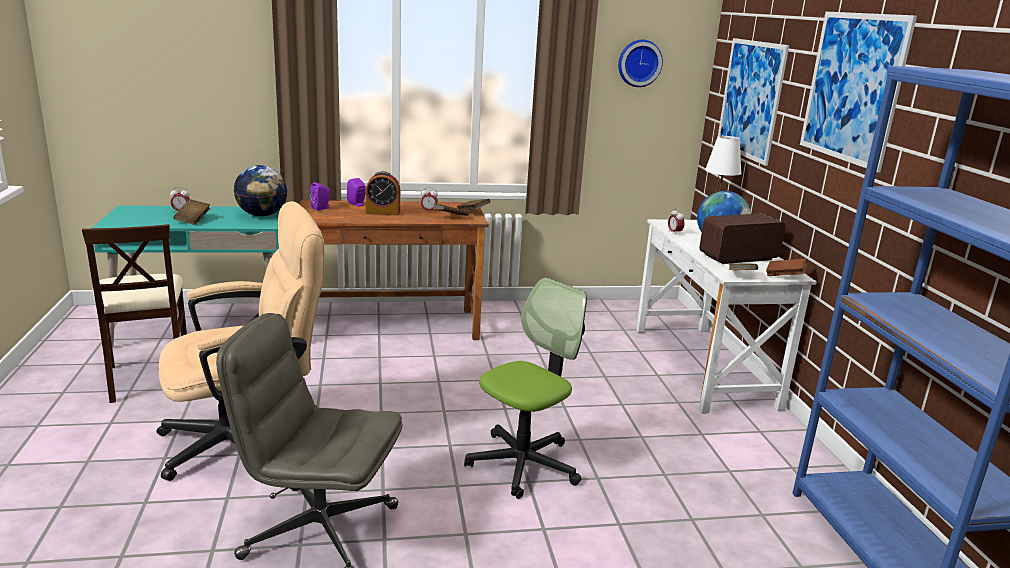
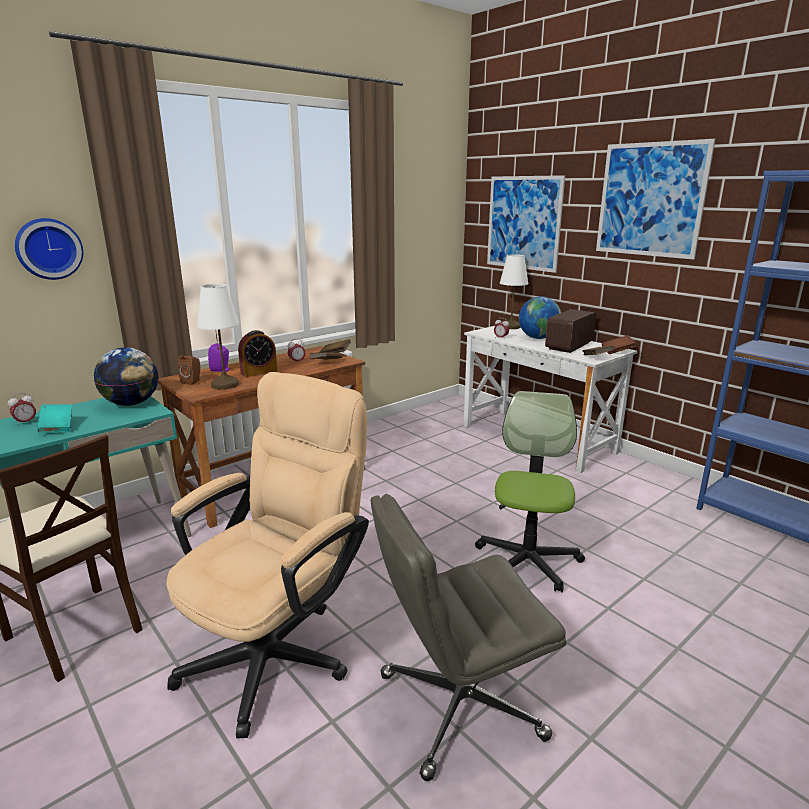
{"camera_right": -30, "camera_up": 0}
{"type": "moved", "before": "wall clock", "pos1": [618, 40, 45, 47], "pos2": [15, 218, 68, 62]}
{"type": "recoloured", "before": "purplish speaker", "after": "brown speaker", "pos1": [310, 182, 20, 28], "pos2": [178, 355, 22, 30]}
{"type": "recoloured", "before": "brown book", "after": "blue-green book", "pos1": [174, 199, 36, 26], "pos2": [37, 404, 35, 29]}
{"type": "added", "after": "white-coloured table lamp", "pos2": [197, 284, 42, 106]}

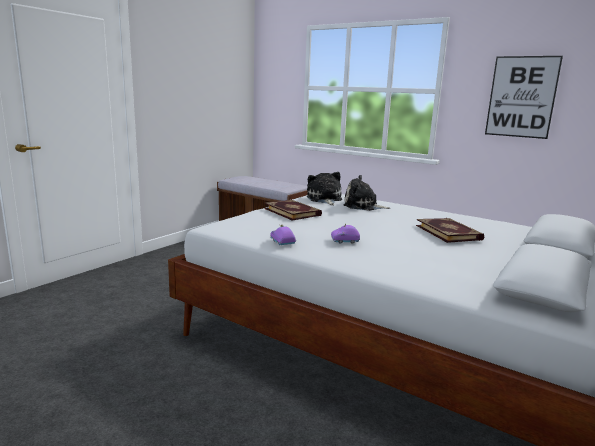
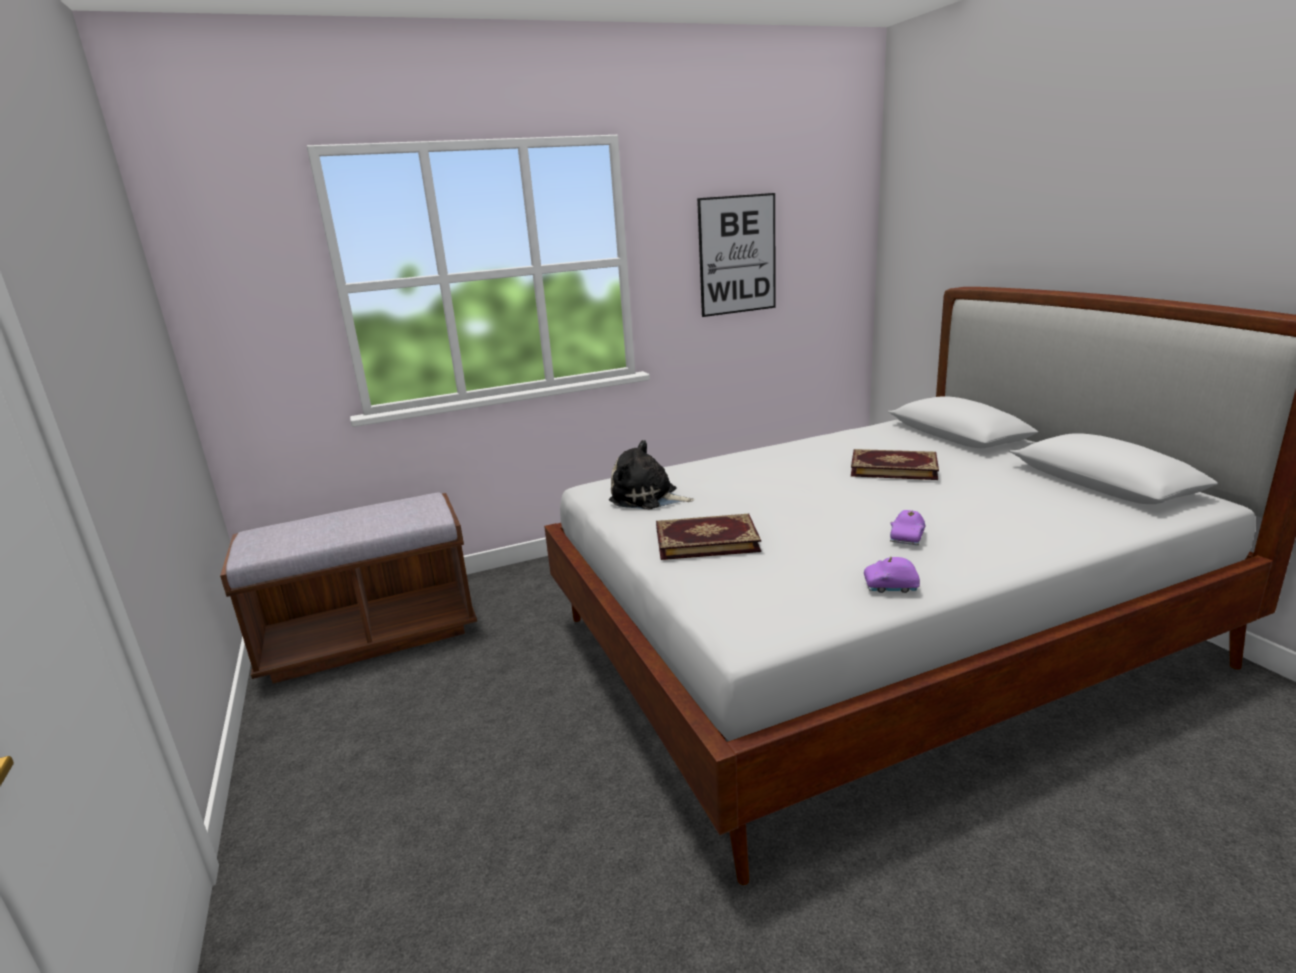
{"camera_right": -55, "camera_up": 5}
{"type": "removed", "before": "plush toy", "pos1": [344, 175, 46, 36]}

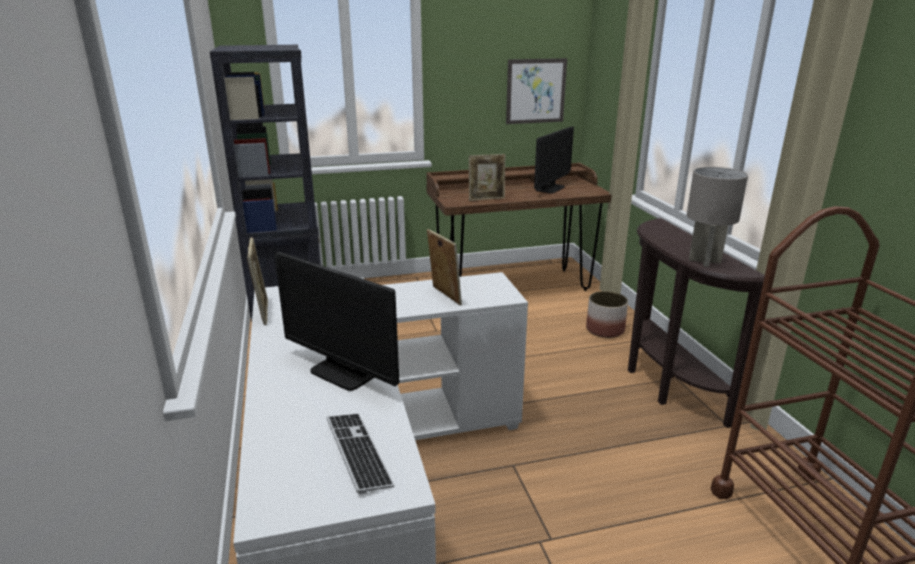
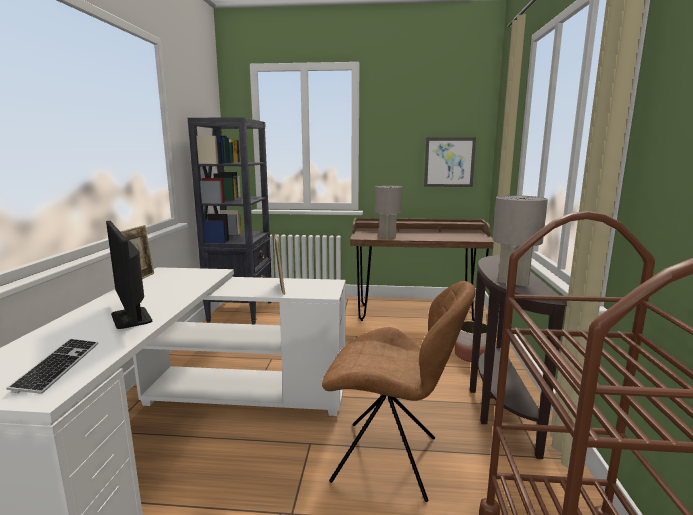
{"camera_right": 20, "camera_up": -10}
{"type": "removed", "before": "monitor", "pos1": [534, 126, 40, 67]}
{"type": "replaced", "before": "standing frame", "after": "greyish table lamp", "pos1": [469, 154, 37, 47], "pos2": [375, 185, 28, 54]}
{"type": "added", "after": "brown upright chair", "pos2": [322, 281, 154, 221]}

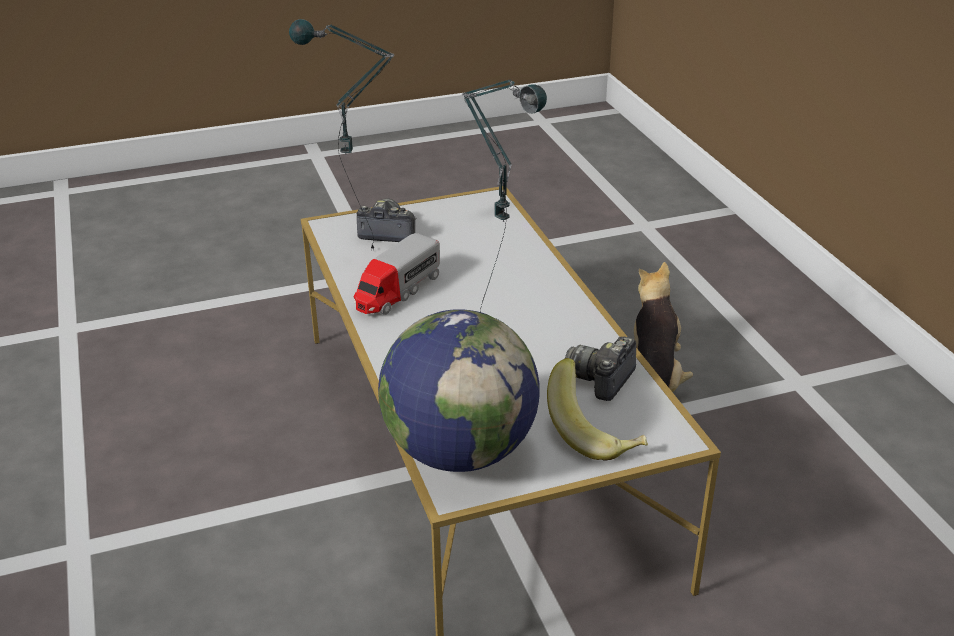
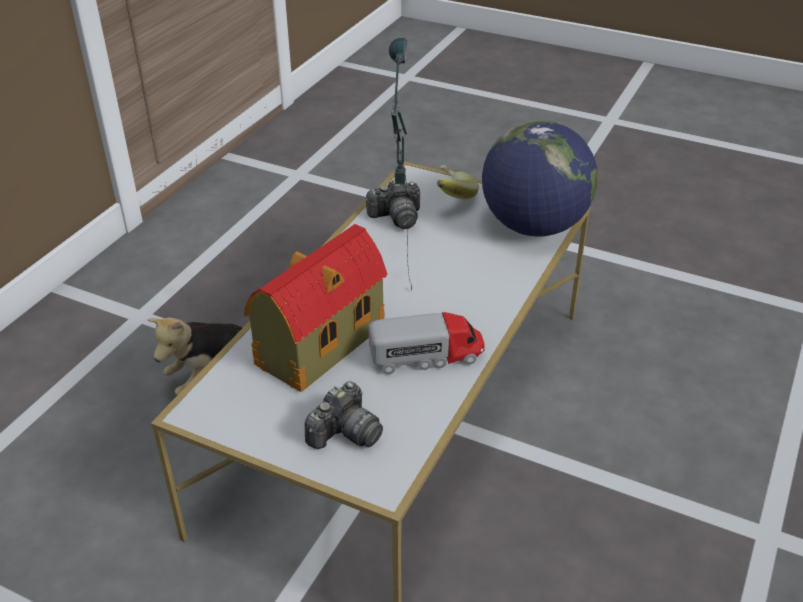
{"camera_right": -135, "camera_up": 5}
{"type": "removed", "before": "table lamp", "pos1": [289, 19, 105, 229]}
{"type": "turned", "before": "still camera", "pos1": [357, 198, 60, 44], "pos2": [305, 382, 78, 67], "turn": -105}
{"type": "added", "after": "model house", "pos2": [244, 224, 143, 168]}

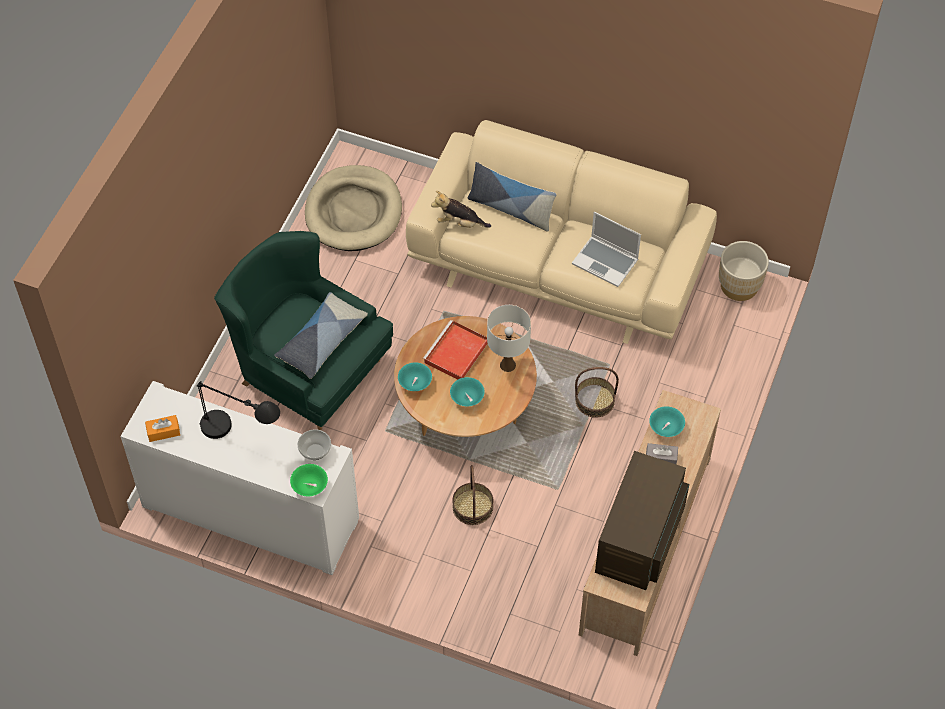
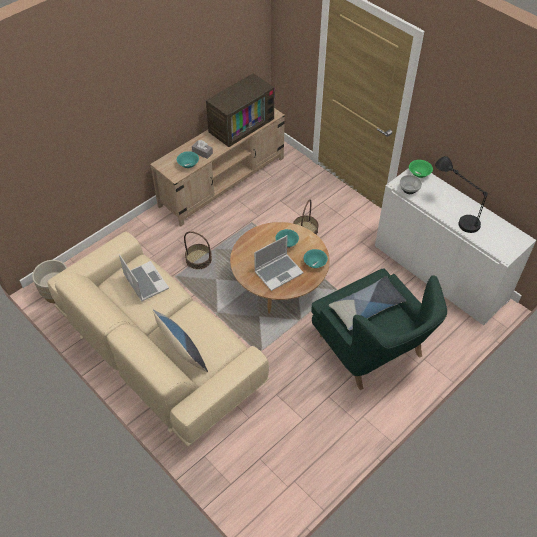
{"camera_right": -155, "camera_up": -5}
{"type": "removed", "before": "beige dog bed", "pos1": [305, 165, 97, 86]}
{"type": "removed", "before": "plush toy", "pos1": [431, 191, 60, 37]}
{"type": "removed", "before": "white-coloured table lamp", "pos1": [487, 305, 44, 67]}
{"type": "replaced", "before": "red-coloured serving tray", "after": "laptop", "pos1": [423, 320, 65, 59], "pos2": [254, 235, 50, 56]}
{"type": "removed", "before": "orange-coloured tissue box", "pos1": [145, 415, 35, 27]}

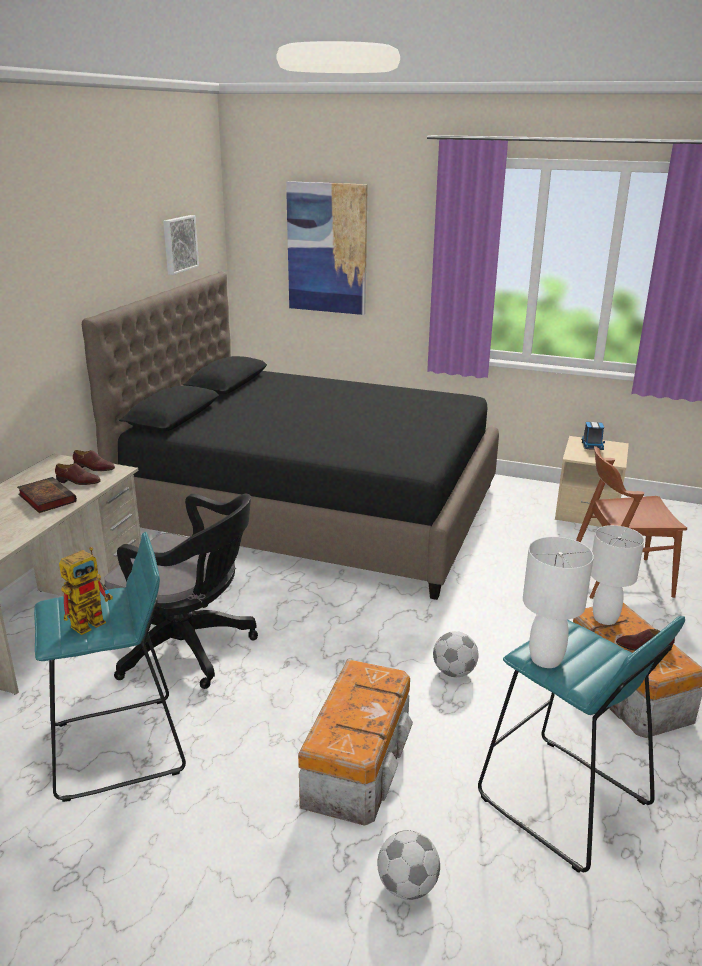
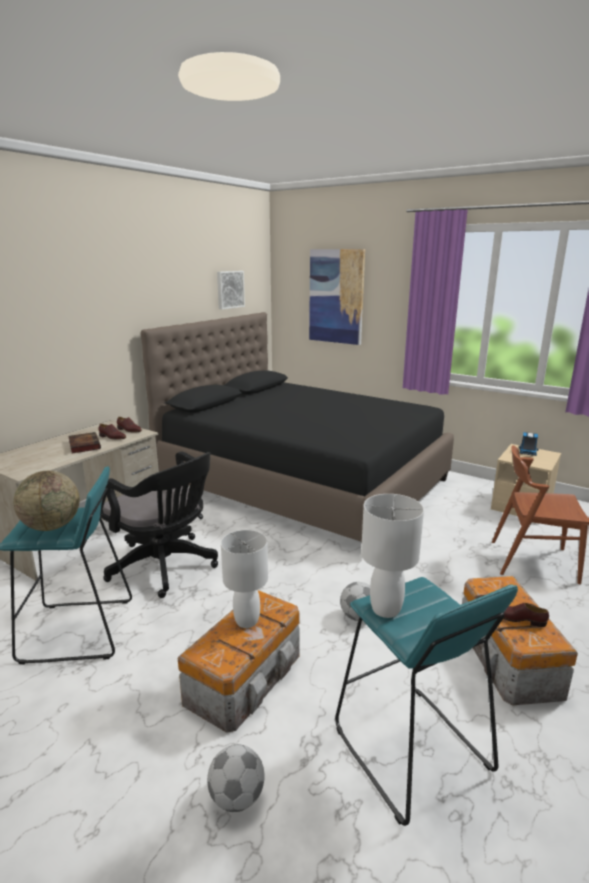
{"camera_right": 15, "camera_up": -5}
{"type": "moved", "before": "white-coloured table lamp", "pos1": [591, 525, 53, 100], "pos2": [221, 530, 47, 98]}
{"type": "replaced", "before": "robot figure", "after": "globe", "pos1": [59, 547, 54, 88], "pos2": [13, 471, 67, 60]}

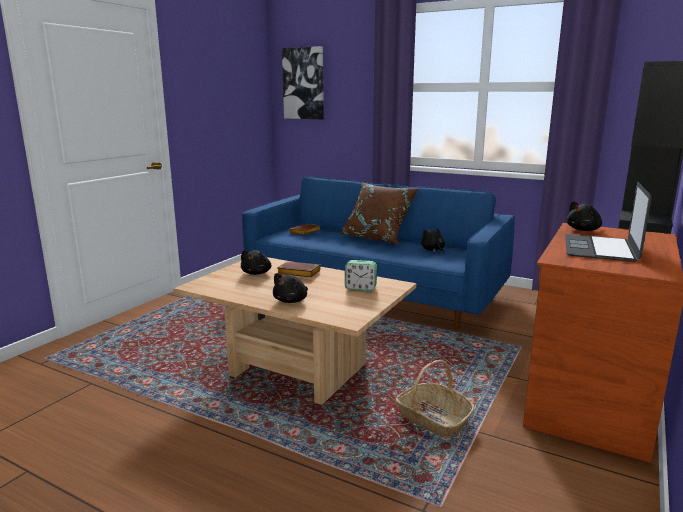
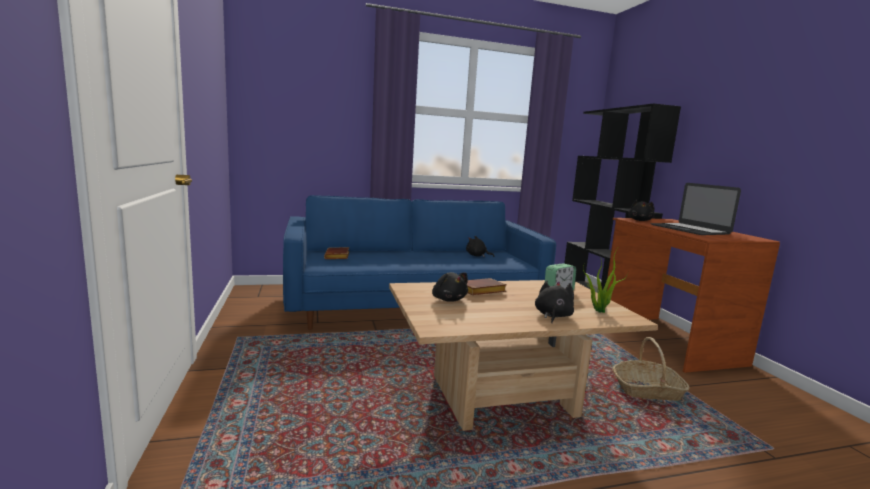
{"camera_right": -45, "camera_up": -5}
{"type": "removed", "before": "wall picture", "pos1": [282, 46, 42, 73]}
{"type": "removed", "before": "brown throw pillow", "pos1": [339, 182, 80, 62]}
{"type": "turned", "before": "blackish plush toy", "pos1": [273, 273, 35, 30], "pos2": [535, 280, 39, 43], "turn": -150}
{"type": "added", "after": "plant in a pot", "pos2": [583, 248, 45, 65]}

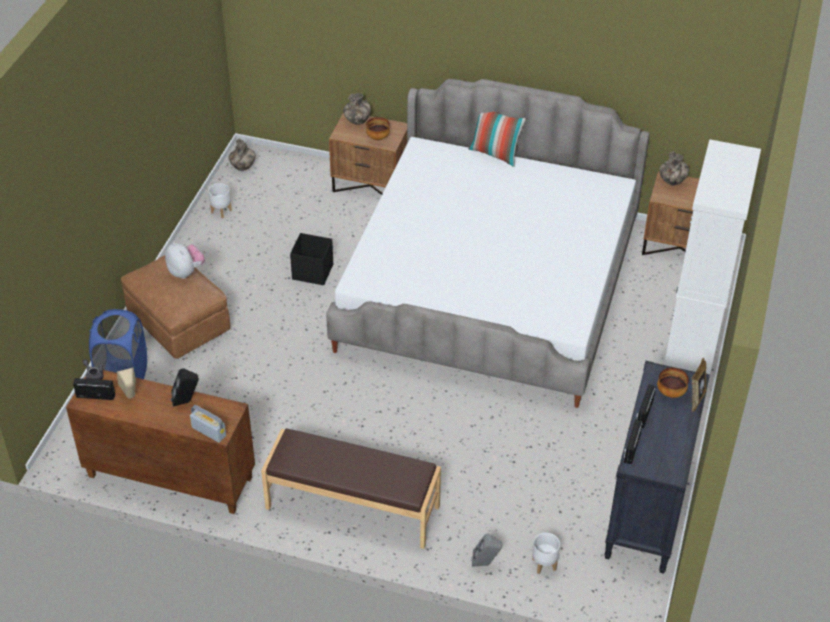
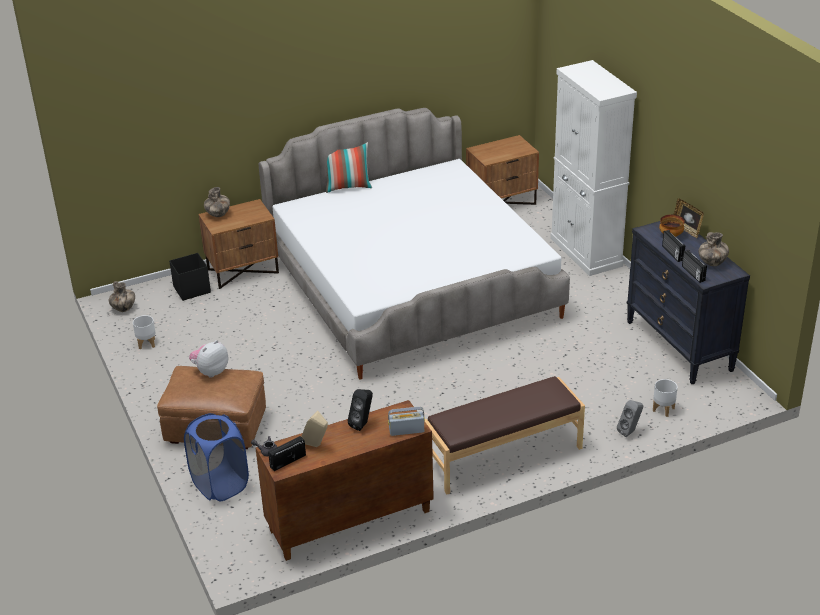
{"camera_right": -40, "camera_up": -10}
{"type": "removed", "before": "bowl", "pos1": [366, 117, 24, 23]}
{"type": "moved", "before": "vase", "pos1": [659, 151, 30, 35], "pos2": [698, 232, 31, 34]}
{"type": "moved", "before": "blackish storage box", "pos1": [290, 233, 43, 52], "pos2": [169, 253, 42, 48]}
{"type": "turned", "before": "plush toy", "pos1": [165, 242, 40, 37], "pos2": [189, 340, 39, 38], "turn": -60}

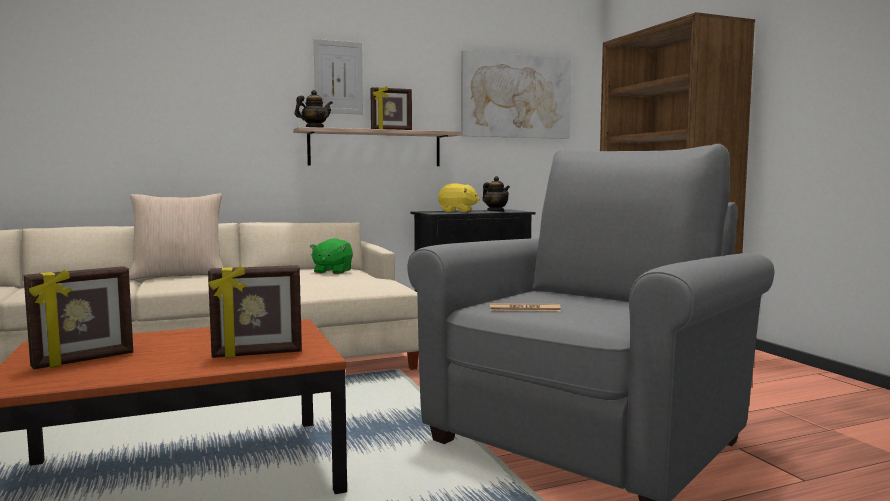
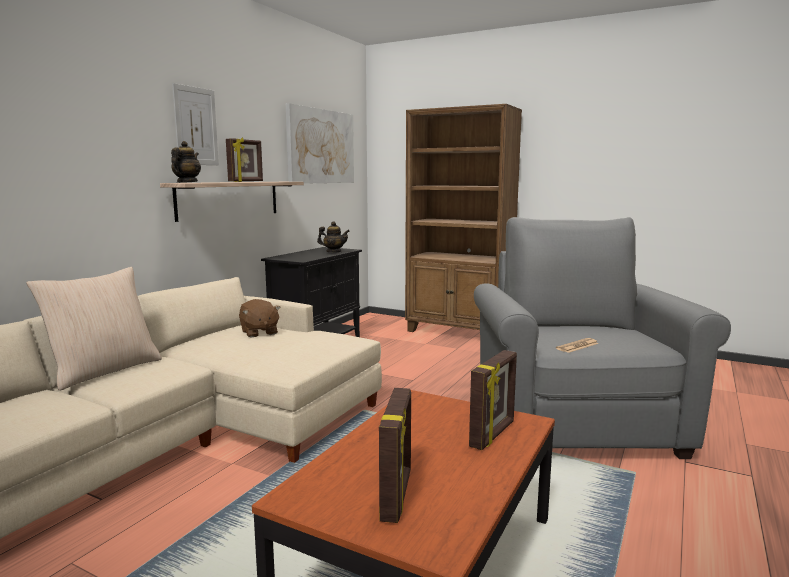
{"camera_right": -40, "camera_up": 5}
{"type": "removed", "before": "yellowish plush toy", "pos1": [438, 183, 42, 30]}
{"type": "recoloured", "before": "green plush toy", "after": "brown plush toy", "pos1": [310, 238, 43, 36], "pos2": [239, 299, 42, 38]}

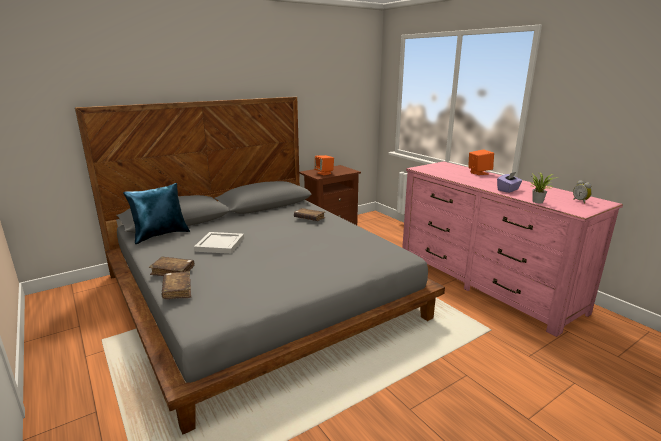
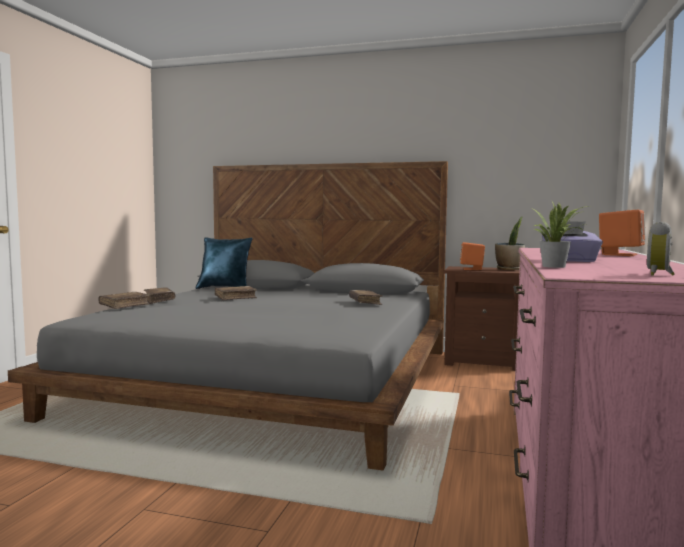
{"camera_right": 50, "camera_up": -15}
{"type": "replaced", "before": "white-coloured serving tray", "after": "brown book", "pos1": [194, 232, 50, 22], "pos2": [215, 286, 42, 14]}
{"type": "added", "after": "plant in a pot", "pos2": [495, 216, 30, 54]}

